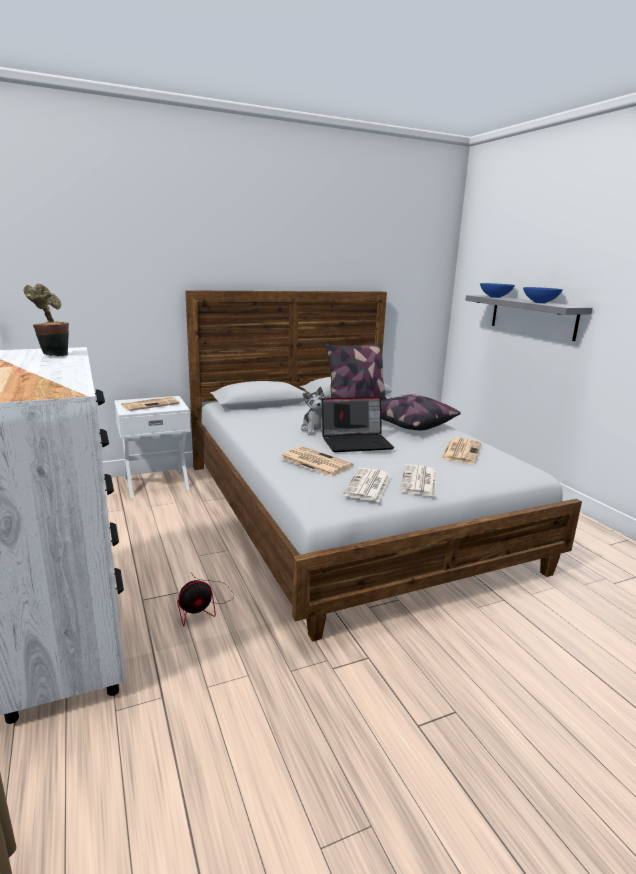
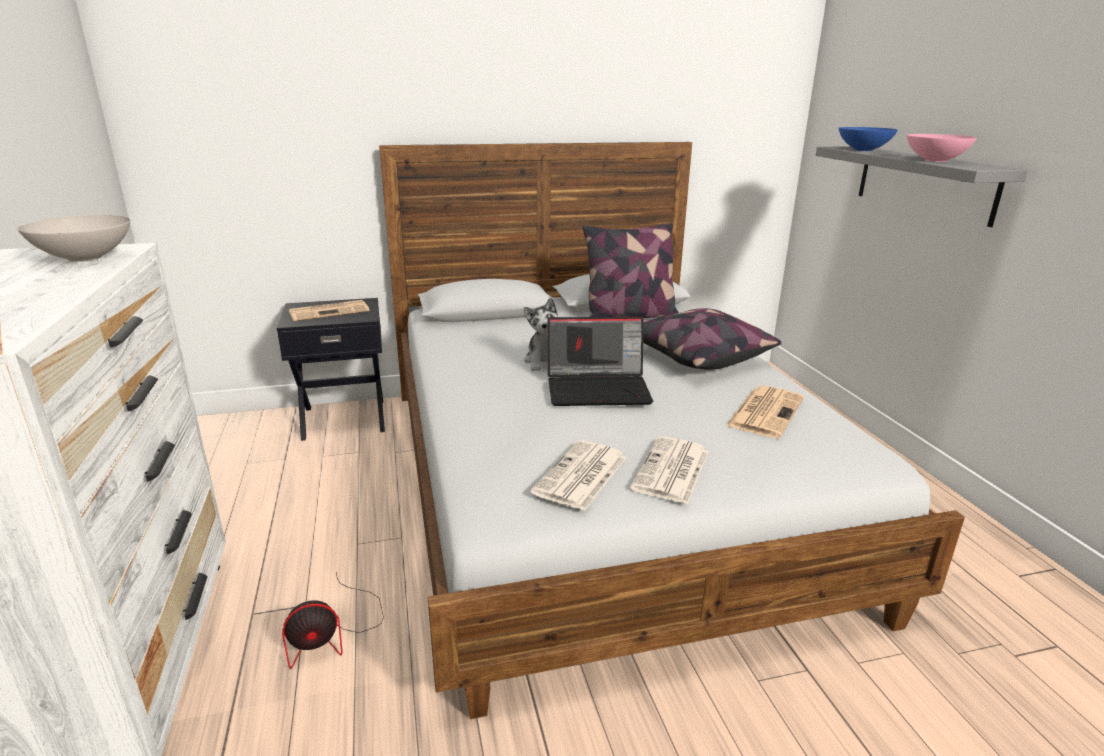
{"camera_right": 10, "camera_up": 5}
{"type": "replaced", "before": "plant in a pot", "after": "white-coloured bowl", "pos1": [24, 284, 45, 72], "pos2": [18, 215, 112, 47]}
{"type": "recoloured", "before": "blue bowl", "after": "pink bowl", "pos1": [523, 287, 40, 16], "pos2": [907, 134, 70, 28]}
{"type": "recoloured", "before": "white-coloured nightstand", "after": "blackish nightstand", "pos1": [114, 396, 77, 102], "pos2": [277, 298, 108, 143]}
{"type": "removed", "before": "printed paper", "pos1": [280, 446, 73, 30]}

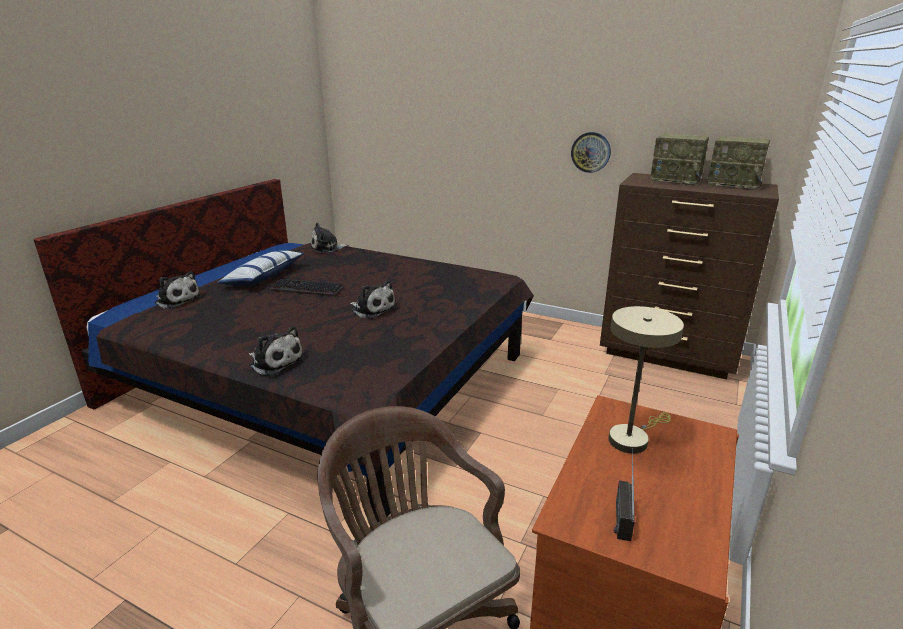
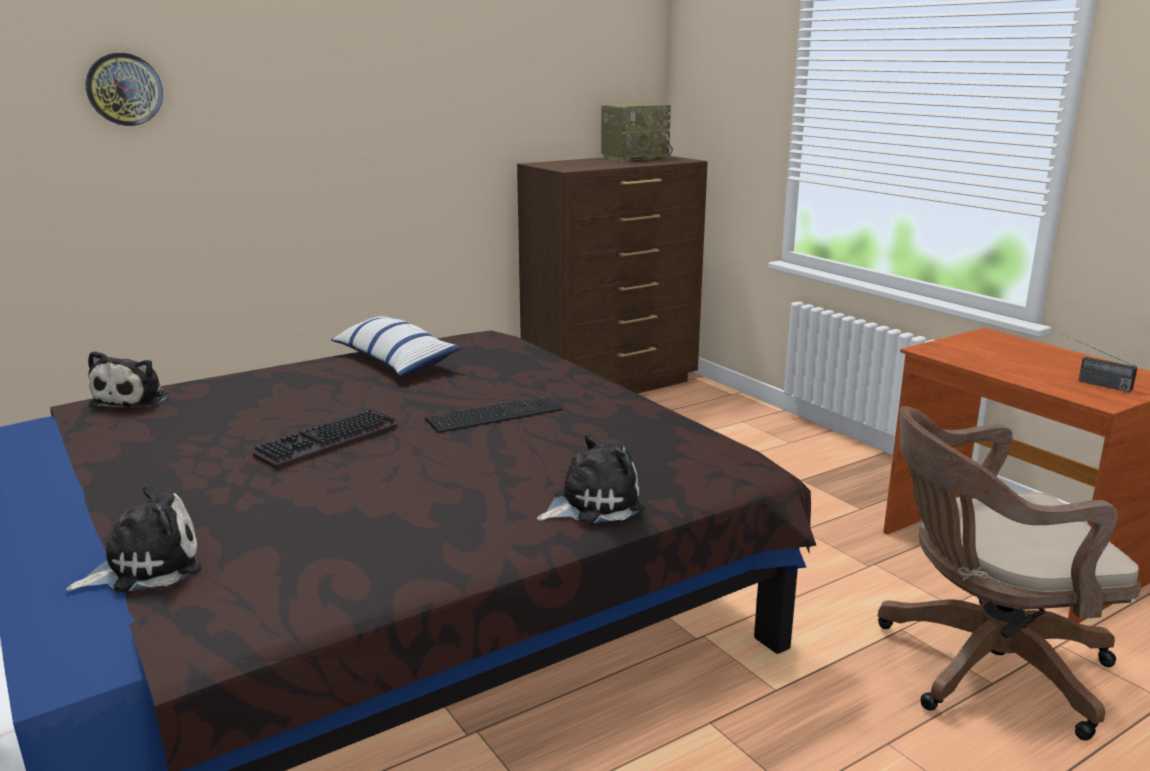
{"camera_right": -60, "camera_up": -5}
{"type": "moved", "before": "wall clock", "pos1": [571, 132, 40, 41], "pos2": [85, 53, 78, 73]}
{"type": "removed", "before": "radio receiver", "pos1": [650, 133, 59, 53]}
{"type": "moved", "before": "throw pillow", "pos1": [217, 251, 87, 35], "pos2": [331, 316, 131, 60]}
{"type": "replaced", "before": "plush toy", "after": "computer keyboard", "pos1": [350, 280, 47, 39], "pos2": [425, 396, 137, 37]}
{"type": "removed", "before": "beige table lamp", "pos1": [608, 306, 76, 148]}

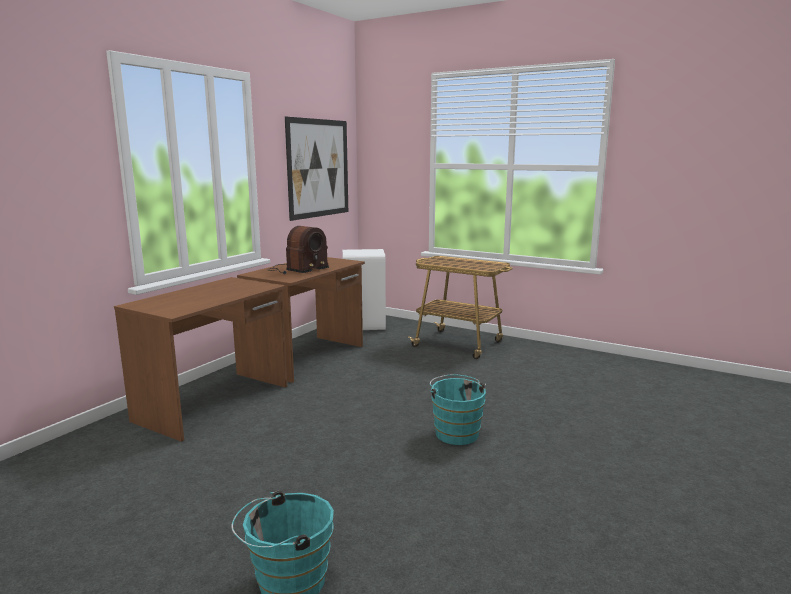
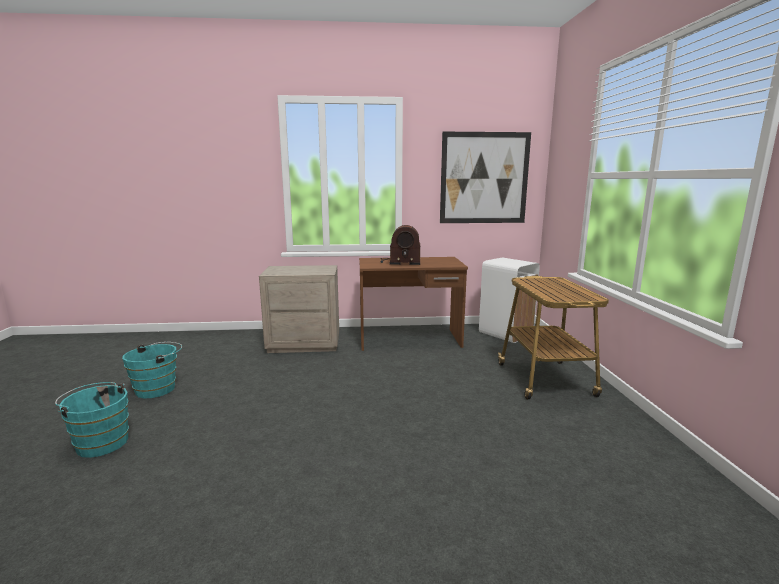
{"camera_right": 55, "camera_up": 0}
{"type": "replaced", "before": "brown desk unit", "after": "beige nightstand", "pos1": [114, 277, 173, 165], "pos2": [259, 265, 80, 88]}
{"type": "moved", "before": "blue-green water bucket", "pos1": [429, 374, 57, 71], "pos2": [122, 342, 60, 56]}

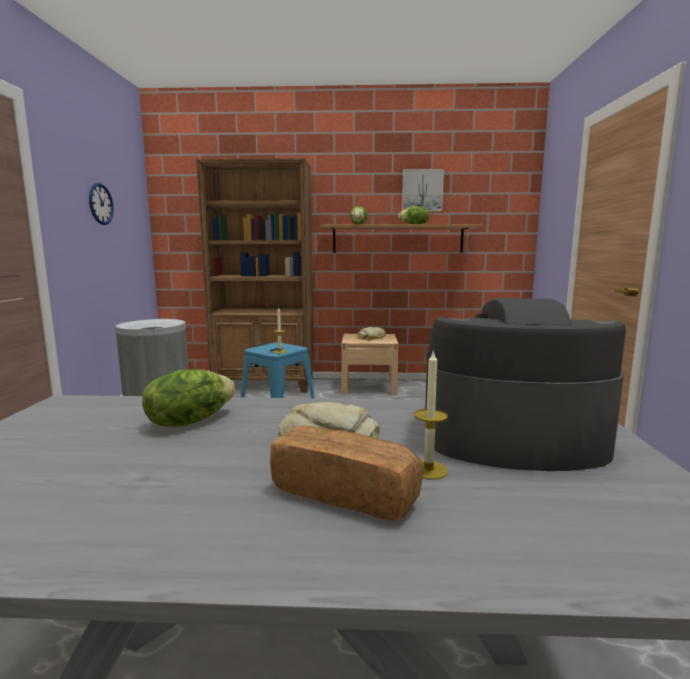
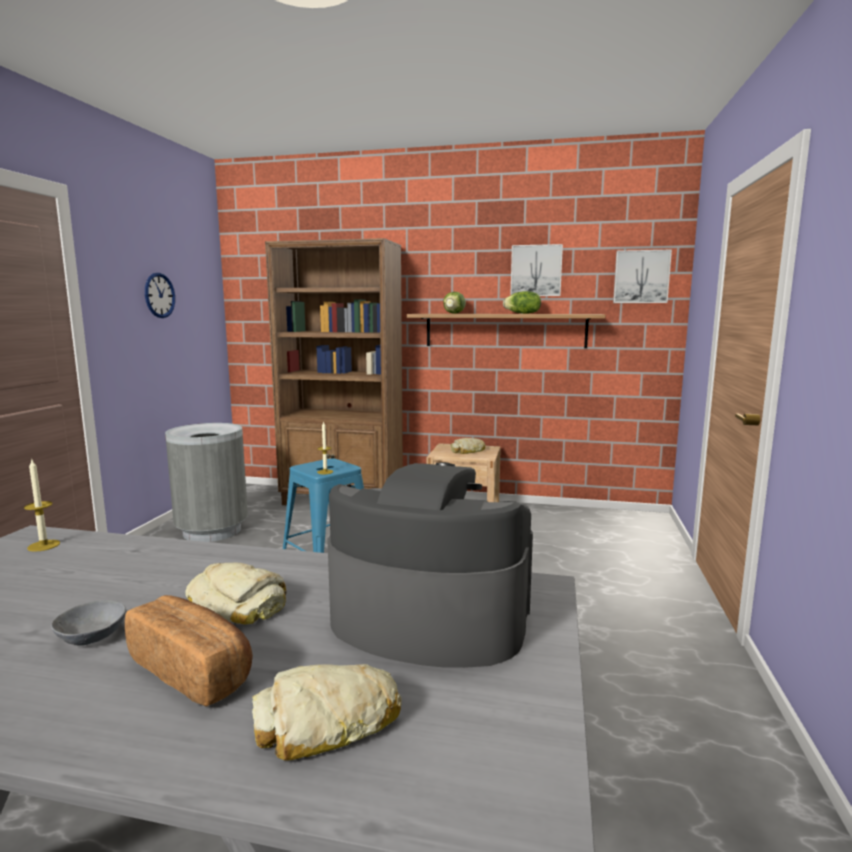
{"camera_right": 10, "camera_up": 0}
{"type": "moved", "before": "wax light", "pos1": [414, 349, 34, 131], "pos2": [24, 458, 36, 94]}
{"type": "removed", "before": "lettuce head", "pos1": [142, 369, 93, 58]}
{"type": "added", "after": "wall picture", "pos2": [613, 250, 59, 53]}
{"type": "added", "after": "greyish bowl", "pos2": [51, 600, 75, 46]}
{"type": "added", "after": "baked bread", "pos2": [252, 664, 149, 97]}

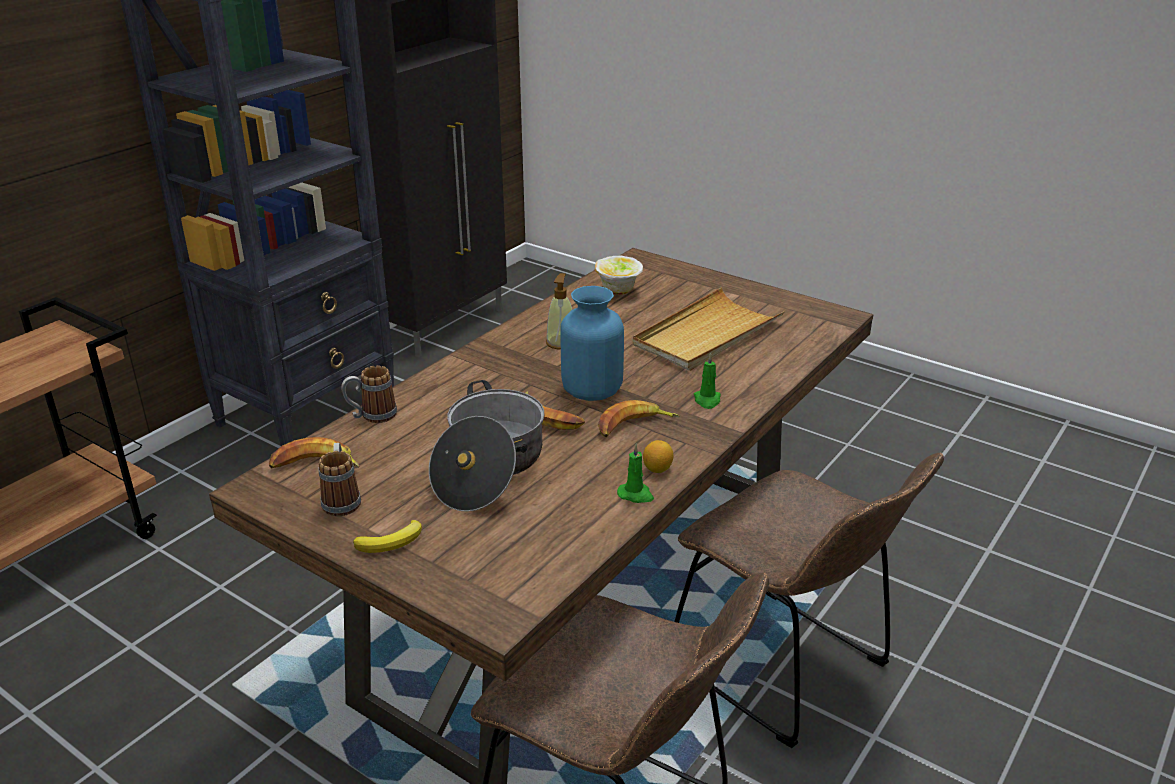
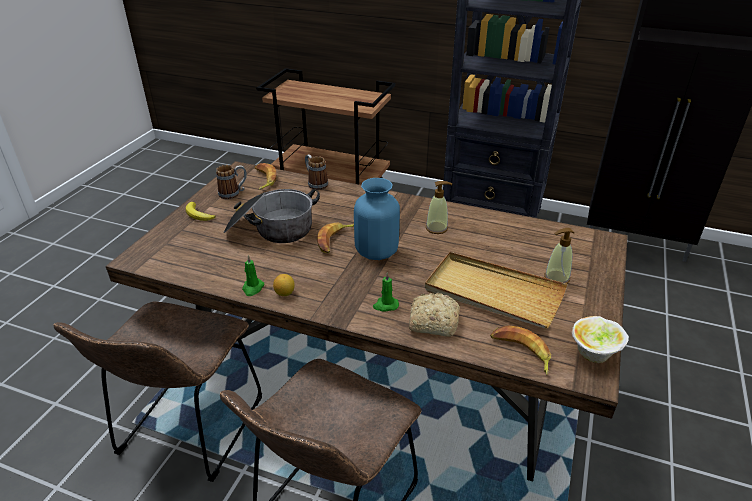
{"camera_right": 75, "camera_up": 5}
{"type": "moved", "before": "bowl", "pos1": [595, 256, 48, 39], "pos2": [572, 316, 57, 47]}
{"type": "moved", "before": "banana fruit", "pos1": [598, 400, 81, 37], "pos2": [490, 325, 61, 50]}
{"type": "added", "after": "soap bottle", "pos2": [544, 228, 31, 56]}
{"type": "added", "after": "baked bread", "pos2": [409, 293, 51, 44]}

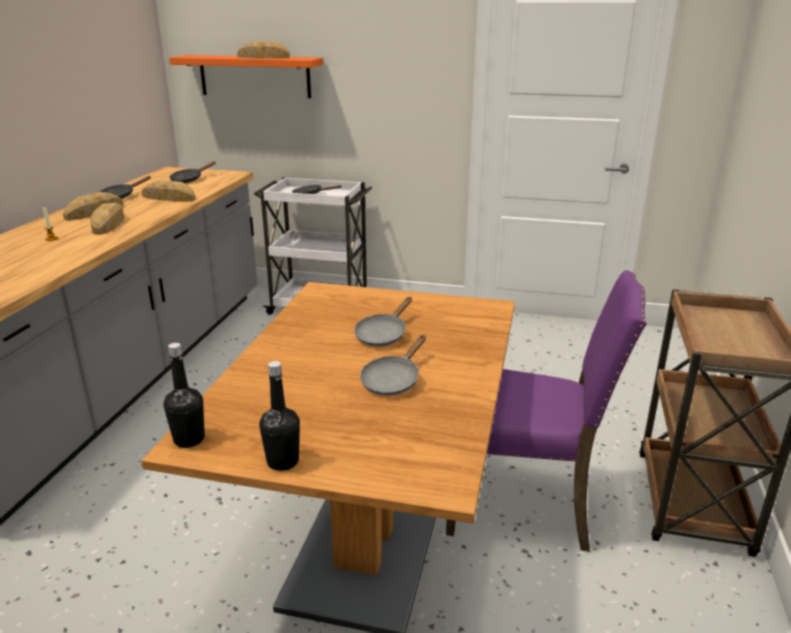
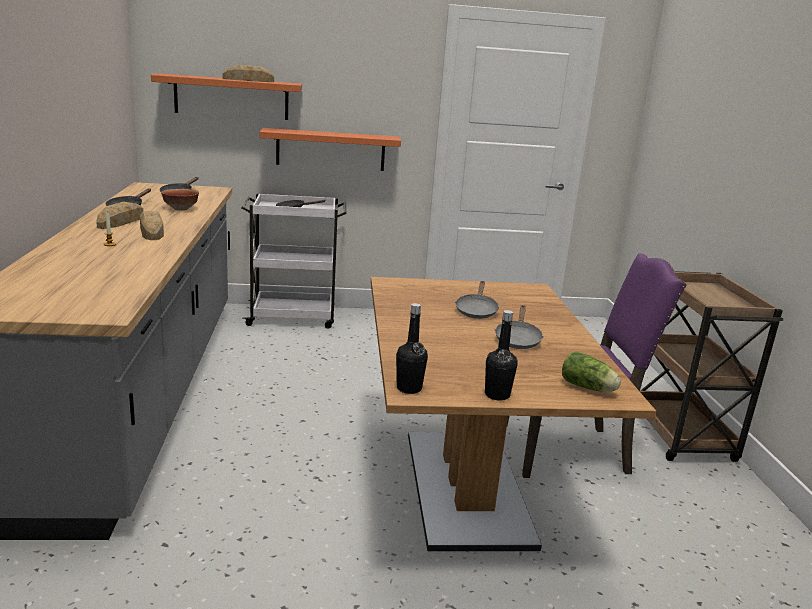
{"camera_right": -20, "camera_up": -5}
{"type": "replaced", "before": "baked bread", "after": "bowl", "pos1": [141, 180, 55, 22], "pos2": [161, 189, 38, 22]}
{"type": "added", "after": "orange-coloured wall shelf", "pos2": [260, 128, 141, 43]}
{"type": "added", "after": "lettuce head", "pos2": [562, 352, 59, 39]}

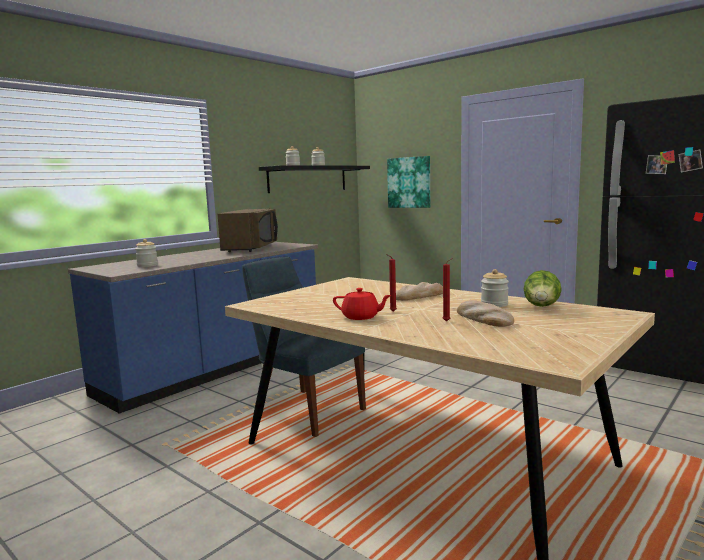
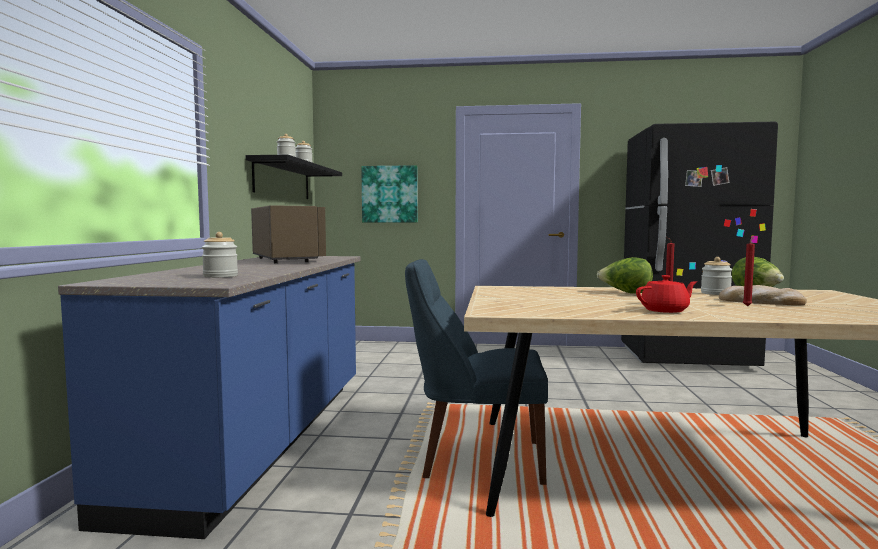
{"camera_right": -35, "camera_up": -5}
{"type": "replaced", "before": "baked bread", "after": "lettuce head", "pos1": [396, 282, 47, 19], "pos2": [597, 257, 56, 37]}

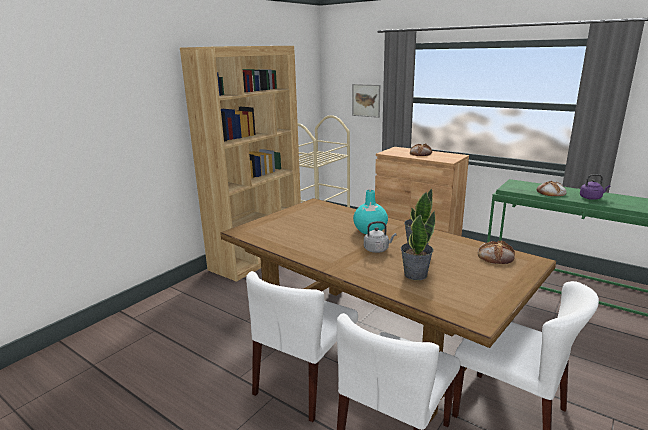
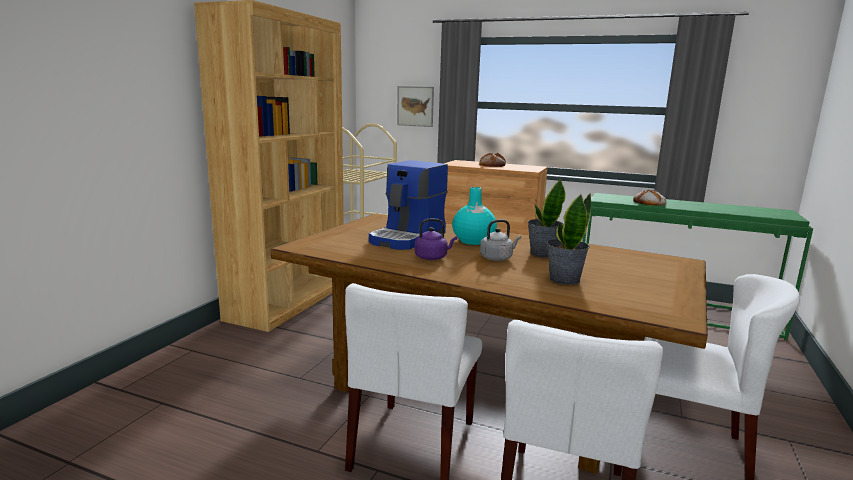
{"camera_right": -15, "camera_up": -5}
{"type": "moved", "before": "purplish tea kettle", "pos1": [580, 174, 30, 26], "pos2": [415, 219, 42, 41]}
{"type": "removed", "before": "baked bread", "pos1": [478, 241, 37, 23]}
{"type": "added", "after": "coffee machine", "pos2": [369, 160, 79, 90]}

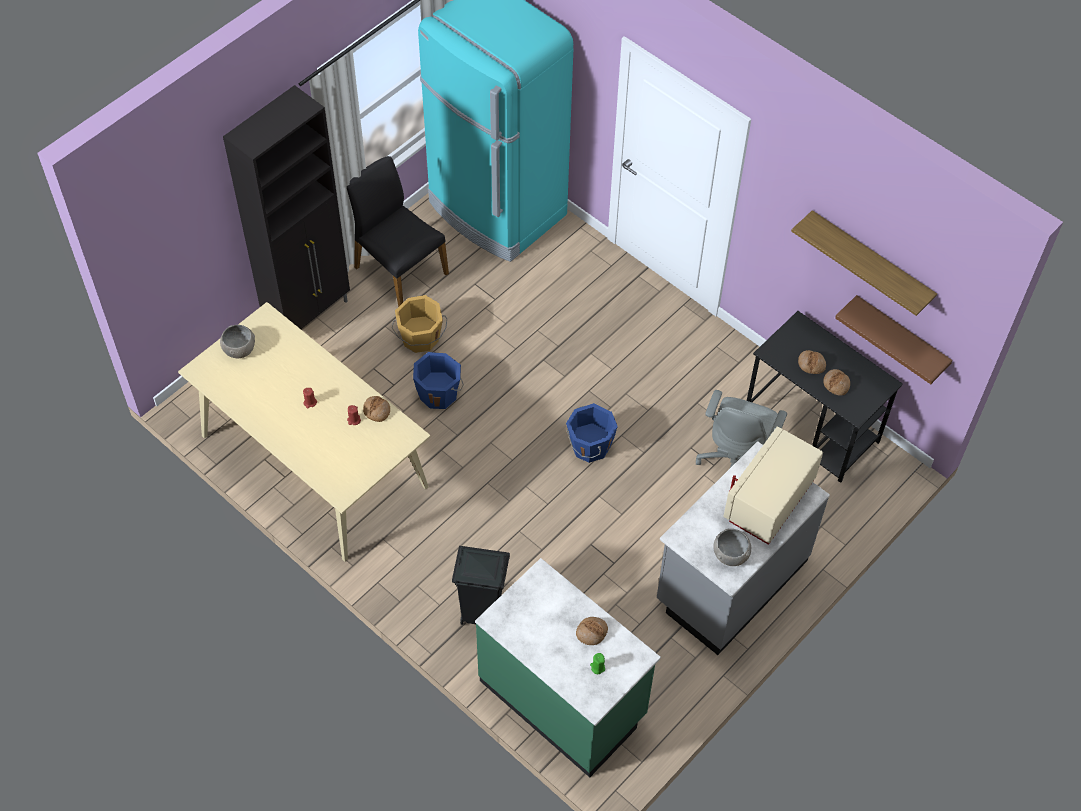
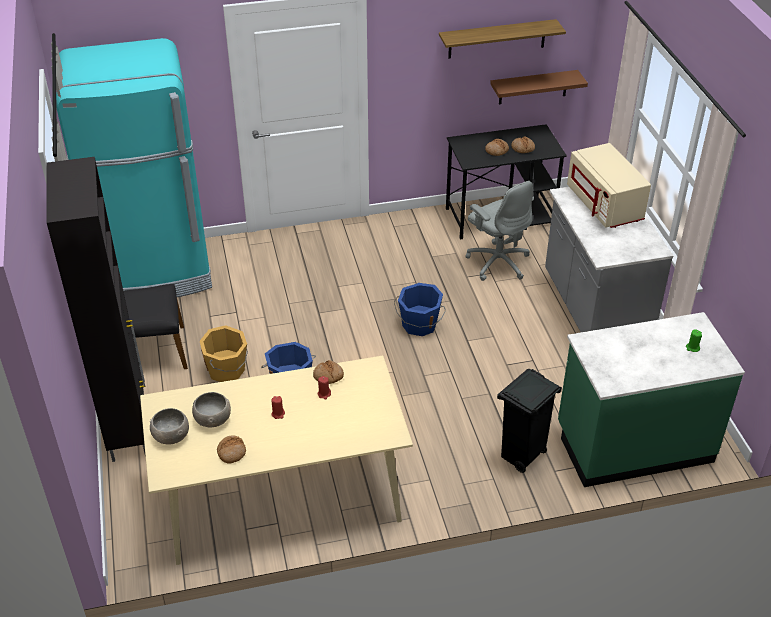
{"camera_right": -55, "camera_up": -15}
{"type": "moved", "before": "greyish bowl", "pos1": [713, 529, 38, 37], "pos2": [192, 392, 39, 35]}
{"type": "moved", "before": "baked bread", "pos1": [576, 617, 32, 28], "pos2": [217, 435, 29, 29]}

